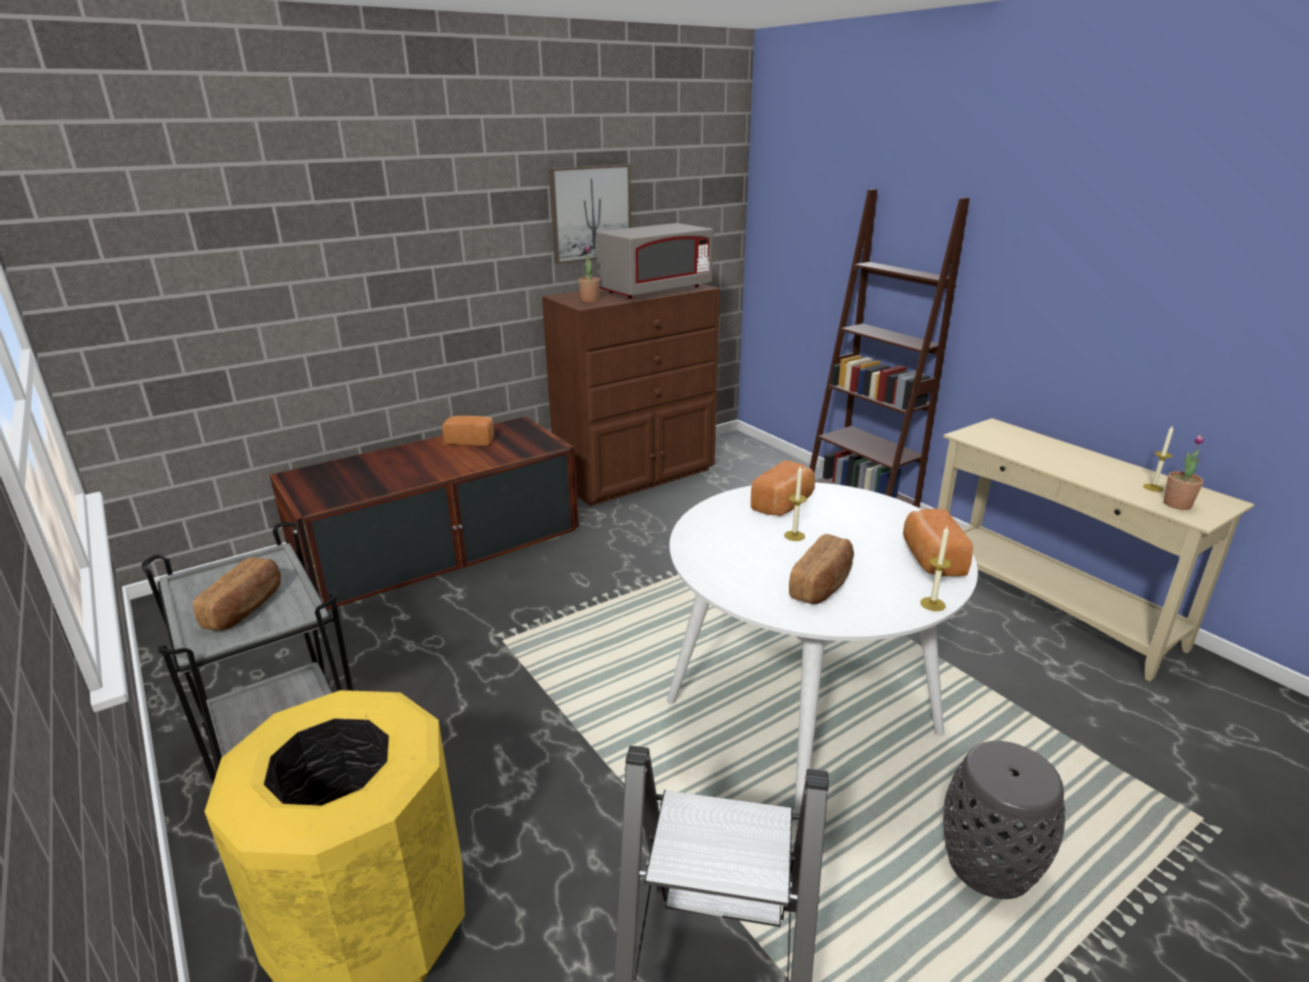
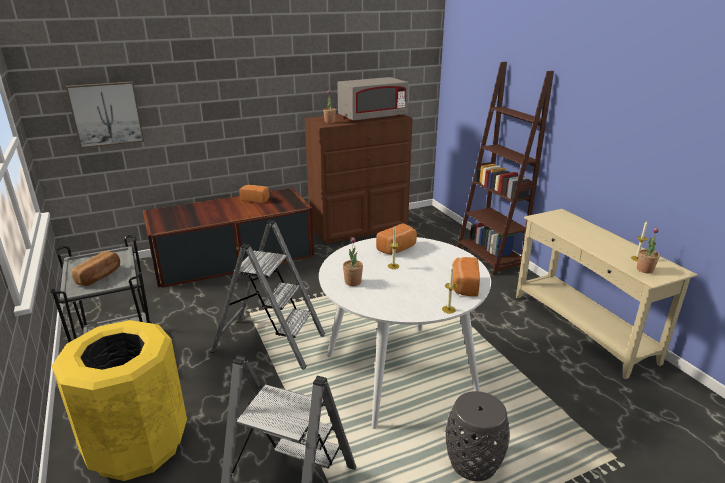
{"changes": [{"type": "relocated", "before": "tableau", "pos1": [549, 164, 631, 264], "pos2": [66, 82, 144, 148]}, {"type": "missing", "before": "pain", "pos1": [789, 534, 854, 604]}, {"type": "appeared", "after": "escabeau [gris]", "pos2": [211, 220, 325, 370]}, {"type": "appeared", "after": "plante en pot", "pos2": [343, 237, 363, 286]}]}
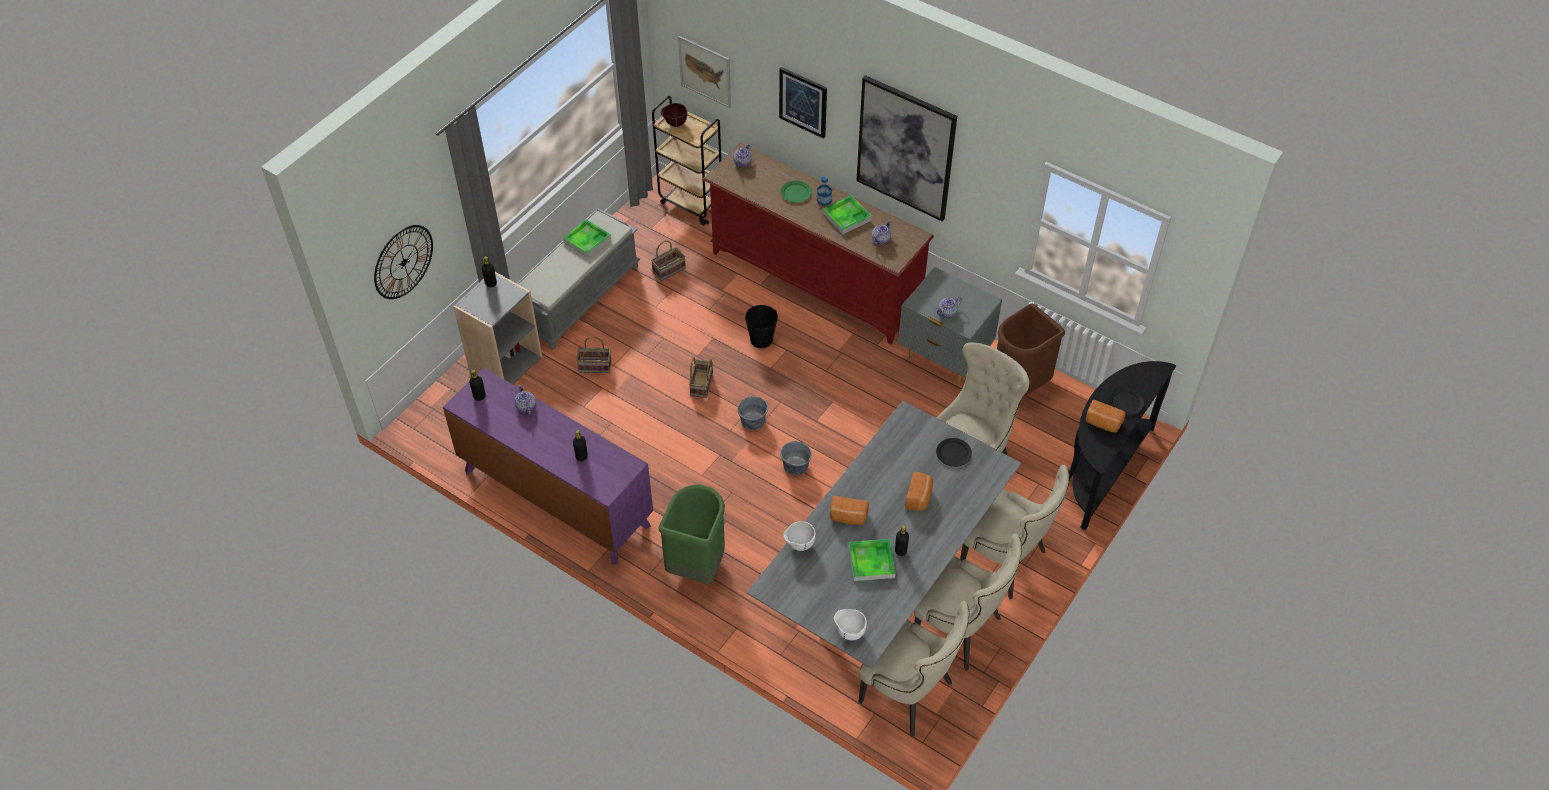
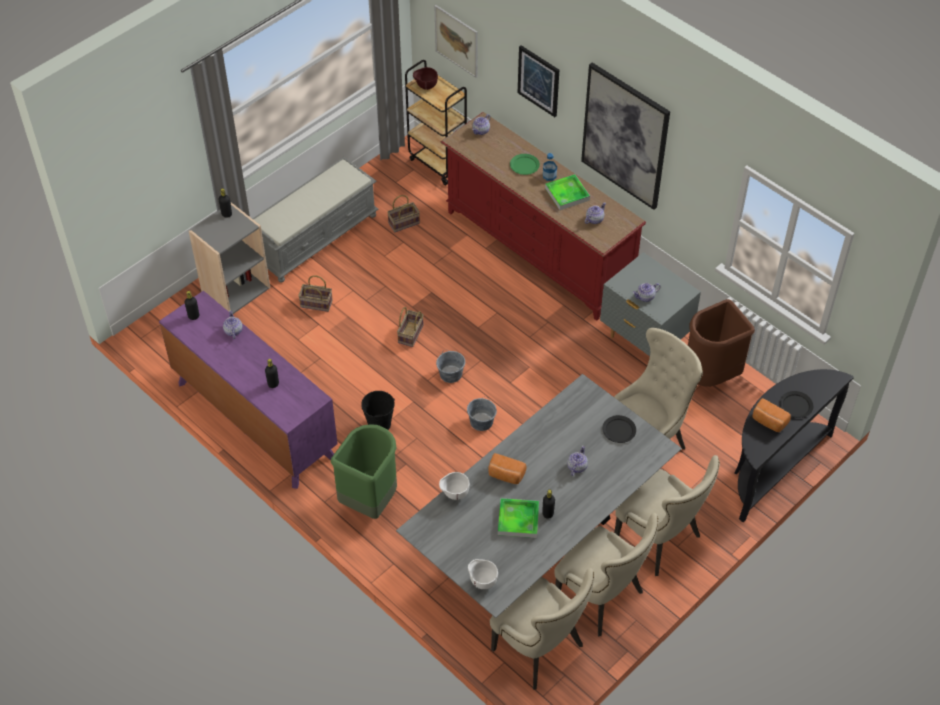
{"changes": [{"type": "missing", "before": "plateau", "pos1": [563, 219, 611, 258]}, {"type": "missing", "before": "horloge murale", "pos1": [374, 225, 433, 299]}, {"type": "relocated", "before": "seau [noir]", "pos1": [745, 305, 778, 348], "pos2": [361, 391, 395, 430]}, {"type": "exchanged", "before": "pain", "after": "théière", "pos1": [905, 471, 933, 511], "pos2": [567, 446, 588, 476]}]}
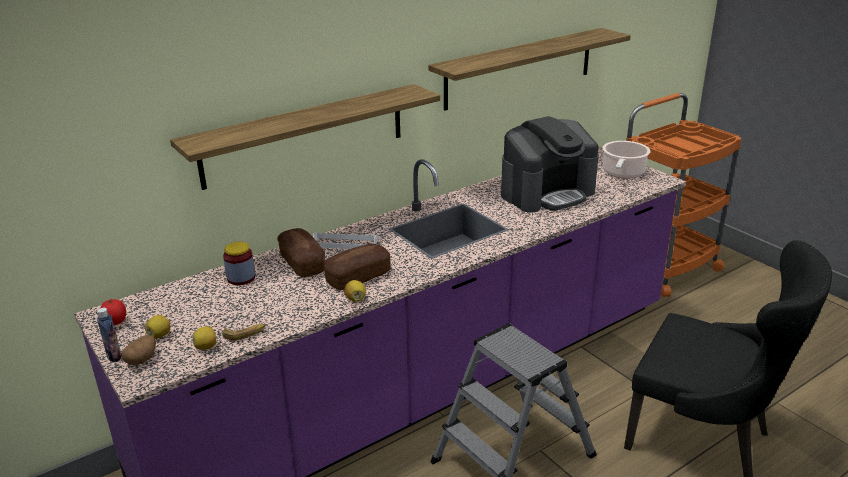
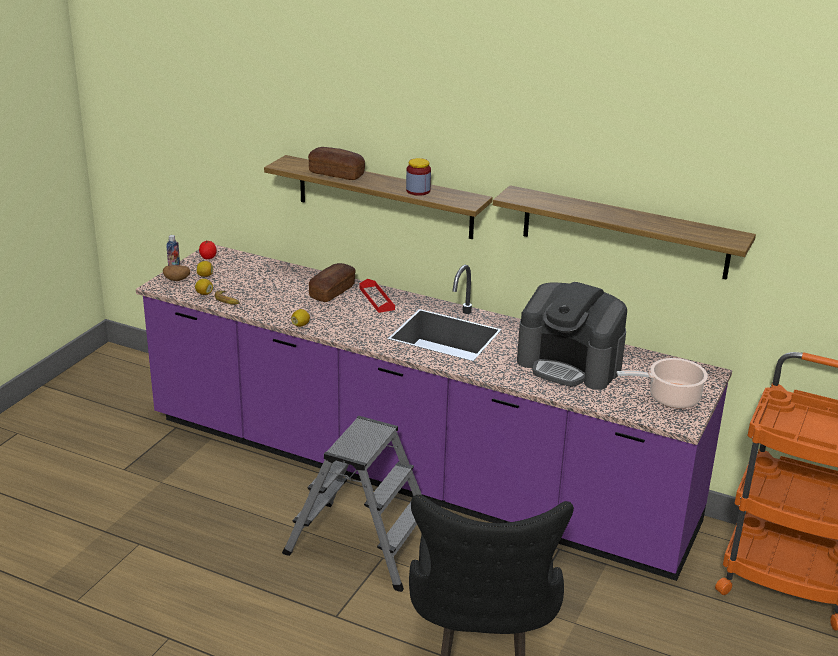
{"changes": [{"type": "colour", "before": "plateau [blanc]", "after": "plateau [rouge]", "pos1": [313, 232, 378, 249], "pos2": [359, 279, 395, 313]}, {"type": "relocated", "before": "bocal", "pos1": [223, 242, 255, 285], "pos2": [406, 158, 431, 196]}, {"type": "relocated", "before": "pain", "pos1": [324, 244, 391, 290], "pos2": [308, 147, 365, 180]}]}
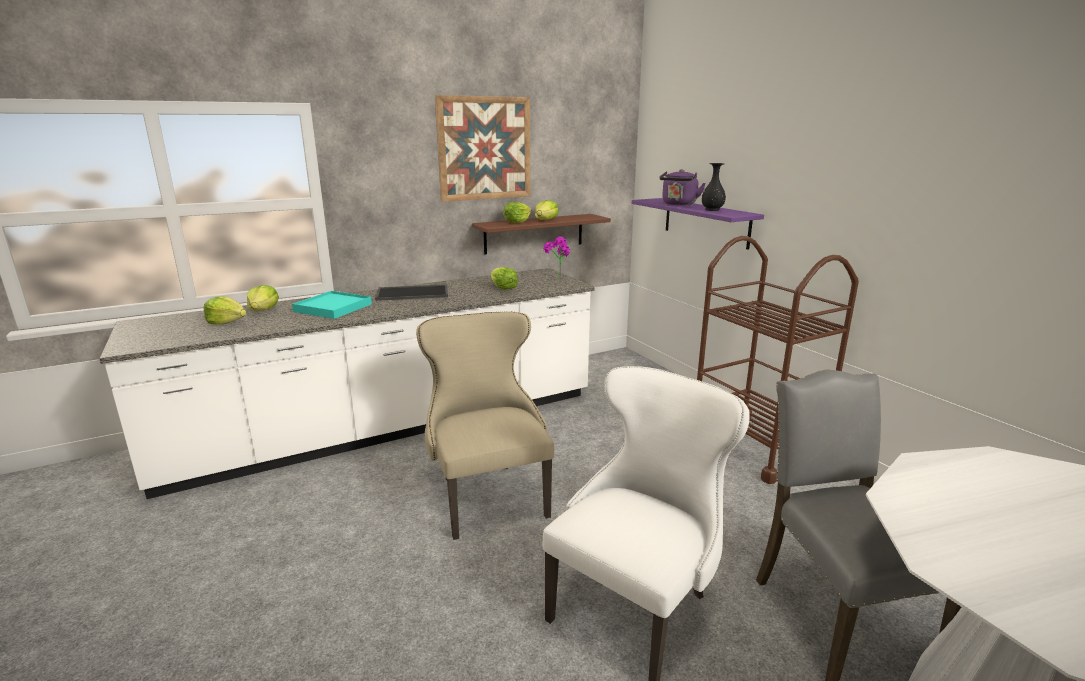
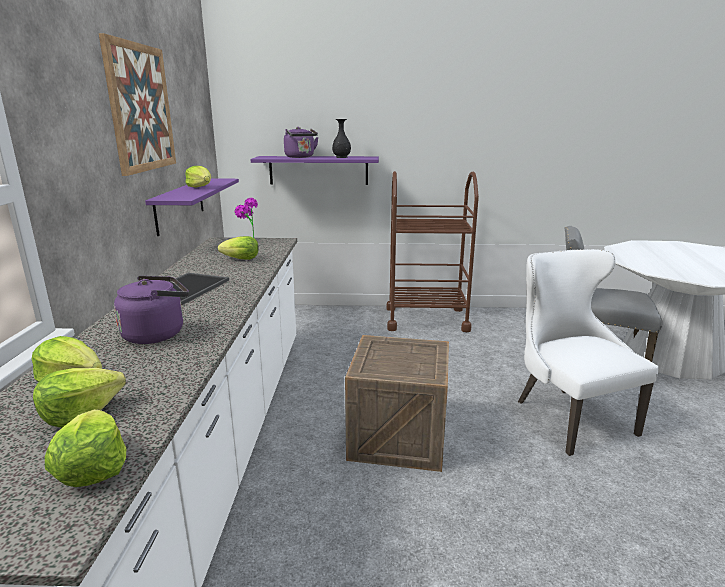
{"changes": [{"type": "relocated", "before": "laitue", "pos1": [503, 202, 531, 223], "pos2": [45, 409, 126, 487]}, {"type": "colour", "before": "étagère [marron]", "after": "étagère [violet]", "pos1": [472, 214, 611, 255], "pos2": [145, 179, 239, 236]}, {"type": "exchanged", "before": "plateau [turquoise]", "after": "bouilloire [violet]", "pos1": [292, 291, 372, 319], "pos2": [114, 276, 189, 344]}, {"type": "exchanged", "before": "chaise [beige]", "after": "caisse", "pos1": [416, 312, 554, 540], "pos2": [345, 335, 449, 472]}]}
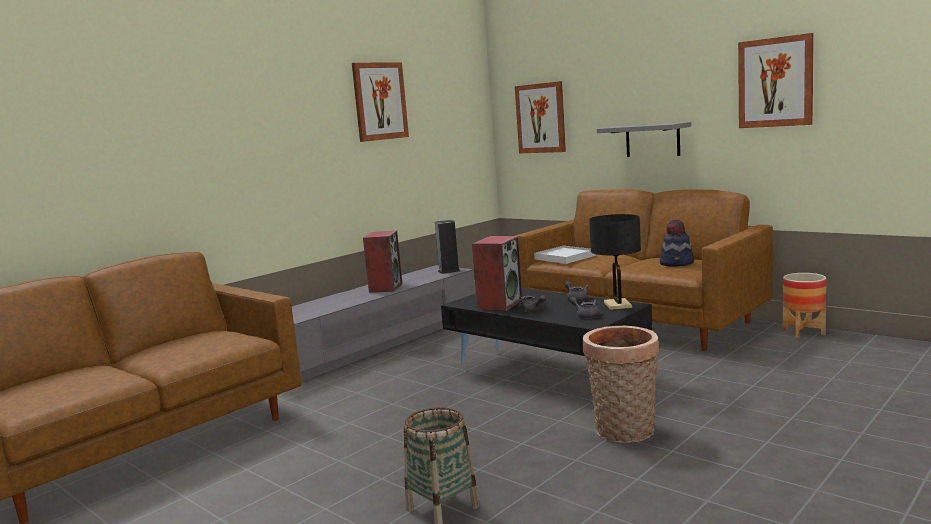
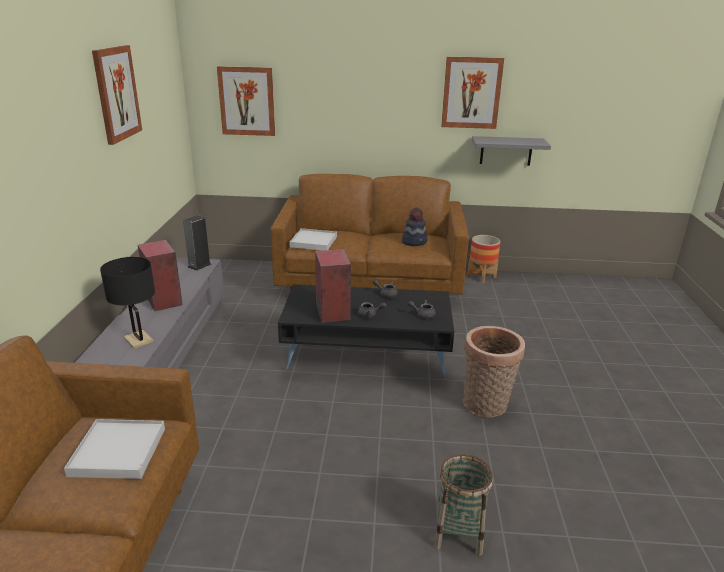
{"changes": [{"type": "relocated", "before": "étagère [gris]", "pos1": [597, 122, 691, 157], "pos2": [472, 136, 551, 166]}, {"type": "relocated", "before": "lampe de table [noir]", "pos1": [589, 214, 641, 310], "pos2": [100, 257, 155, 349]}, {"type": "appeared", "after": "plateau [blanc]", "pos2": [64, 419, 165, 479]}]}
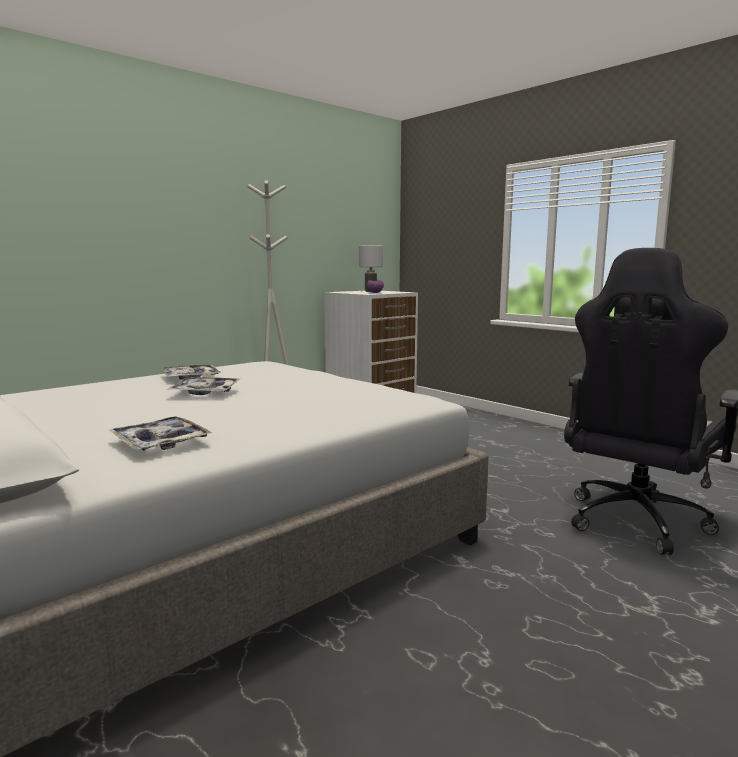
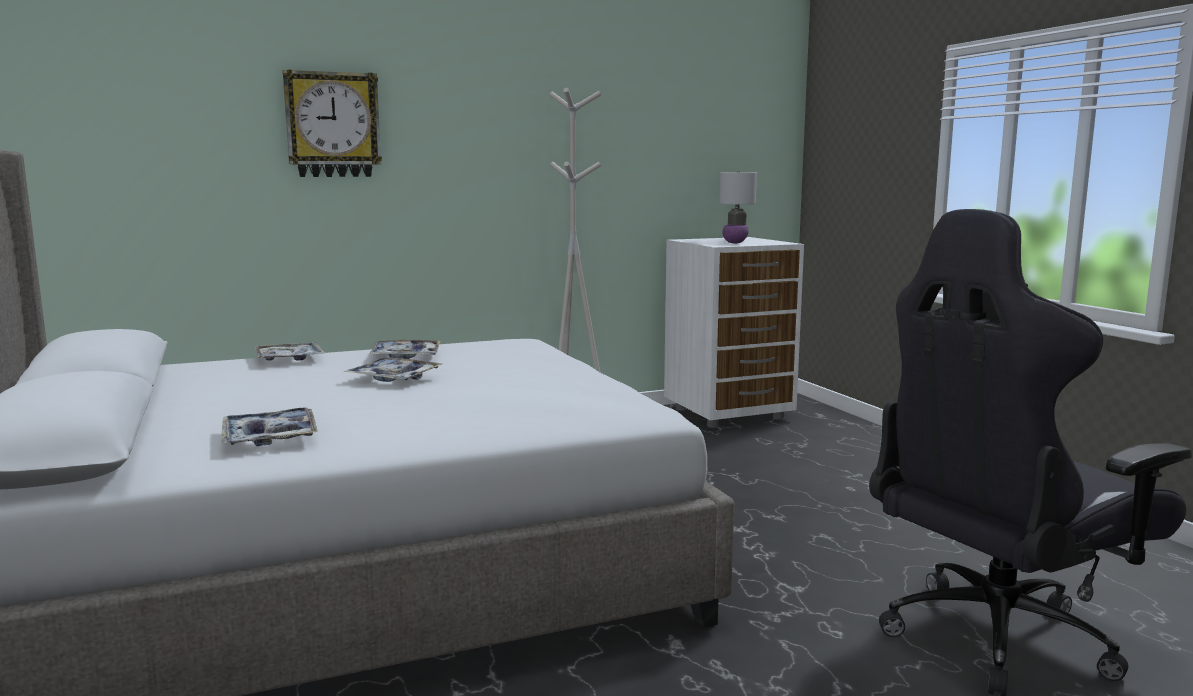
{"changes": [{"type": "appeared", "after": "horloge murale", "pos2": [283, 70, 382, 177]}, {"type": "appeared", "after": "plateau", "pos2": [254, 342, 325, 361]}]}
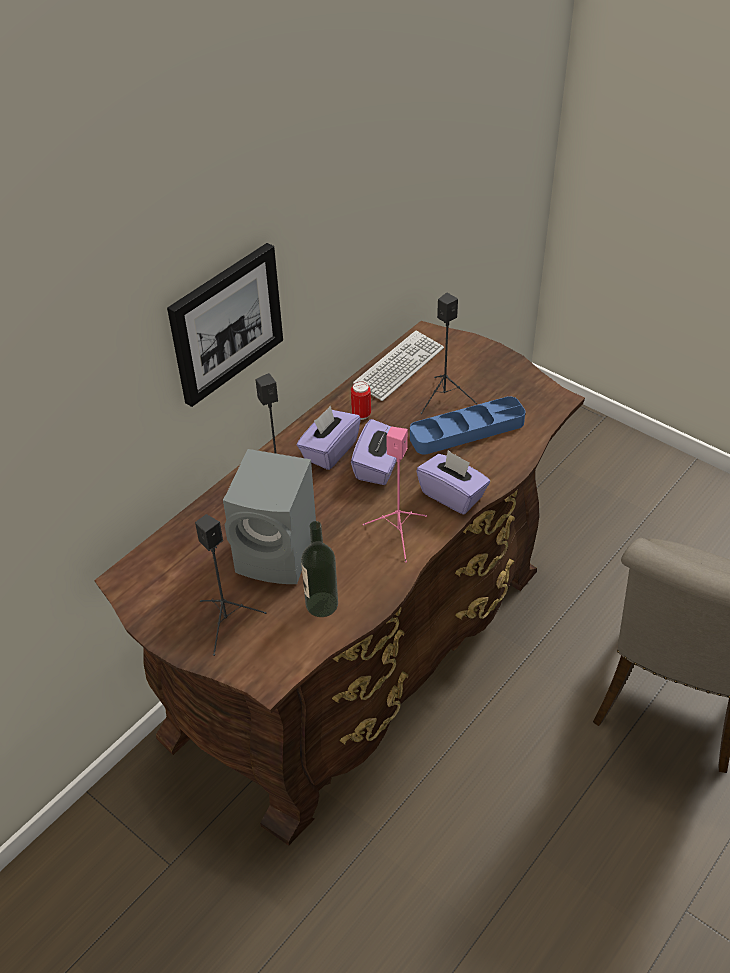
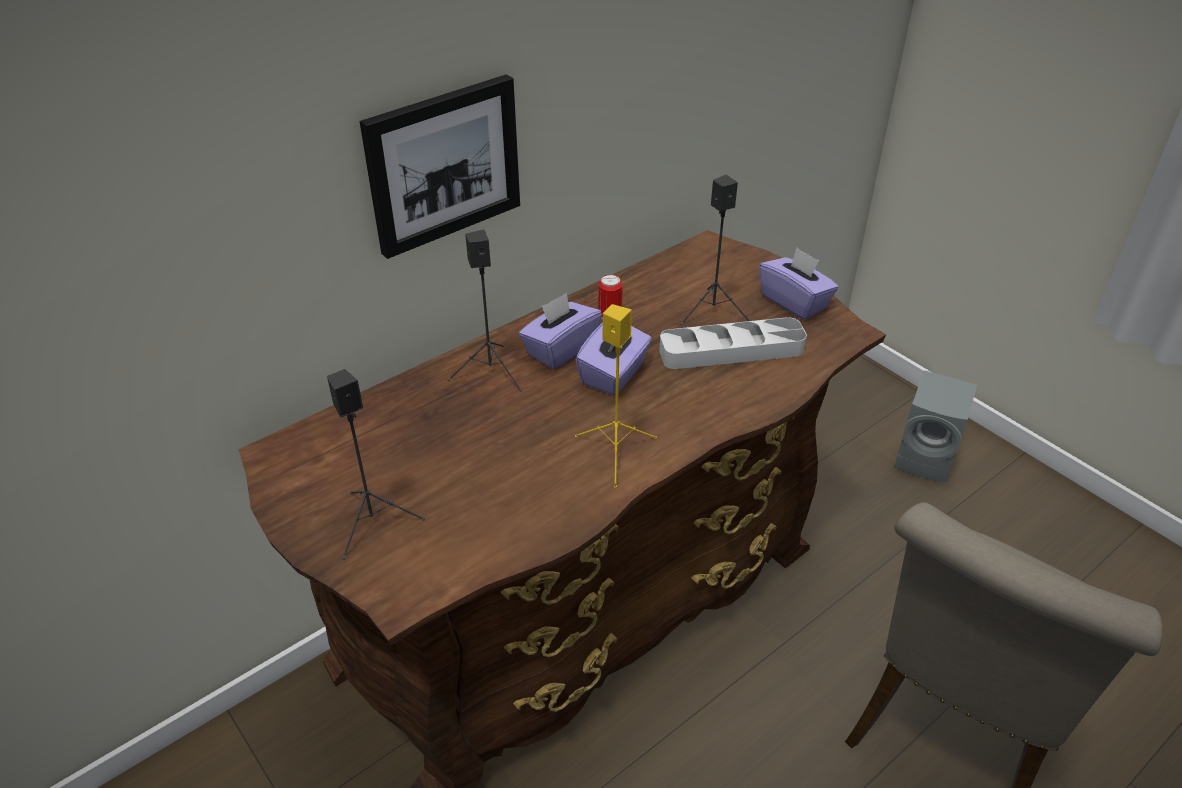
{"changes": [{"type": "missing", "before": "clavier", "pos1": [353, 331, 444, 401]}, {"type": "colour", "before": "plateau [bleu]", "after": "plateau [gris]", "pos1": [410, 396, 525, 455], "pos2": [659, 317, 807, 369]}, {"type": "colour", "before": "enceinte [rose]", "after": "enceinte [jaune]", "pos1": [363, 427, 427, 563], "pos2": [575, 304, 657, 488]}, {"type": "relocated", "before": "enceinte [gris]", "pos1": [223, 449, 316, 584], "pos2": [894, 370, 977, 482]}, {"type": "relocated", "before": "boîte à mouchoirs [violet]", "pos1": [416, 450, 490, 515], "pos2": [759, 248, 839, 320]}, {"type": "missing", "before": "bouteille", "pos1": [301, 521, 338, 617]}]}
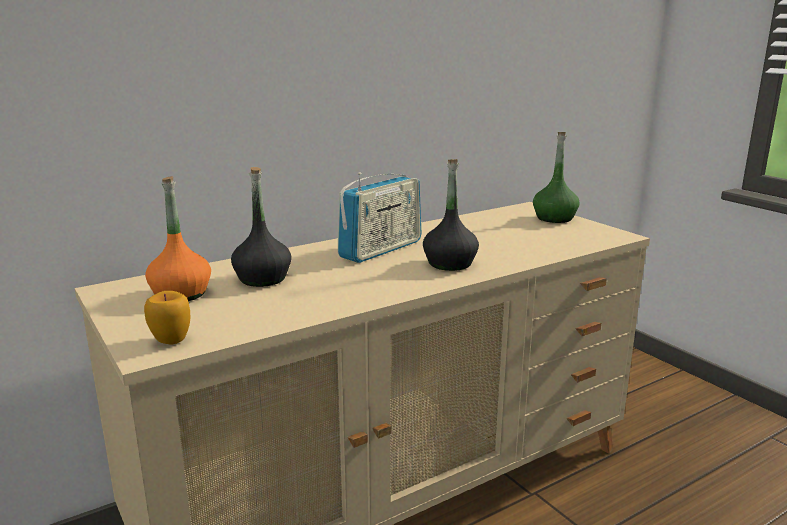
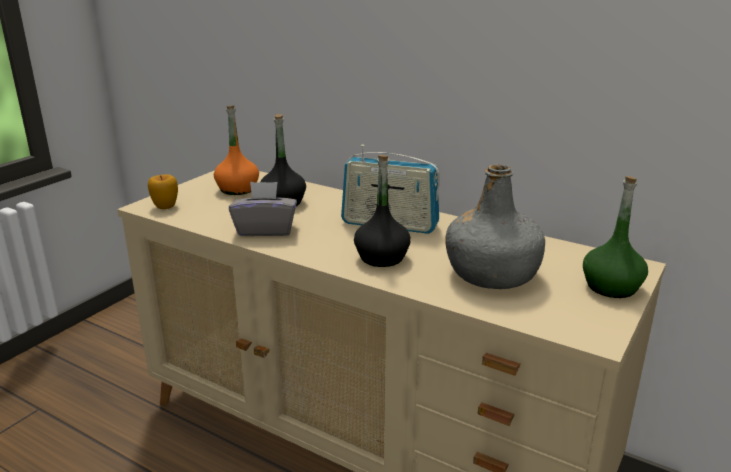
{"changes": [{"type": "appeared", "after": "bouteille [gris]", "pos2": [445, 164, 545, 289]}, {"type": "appeared", "after": "boîte à mouchoirs [gris]", "pos2": [229, 182, 297, 236]}]}
